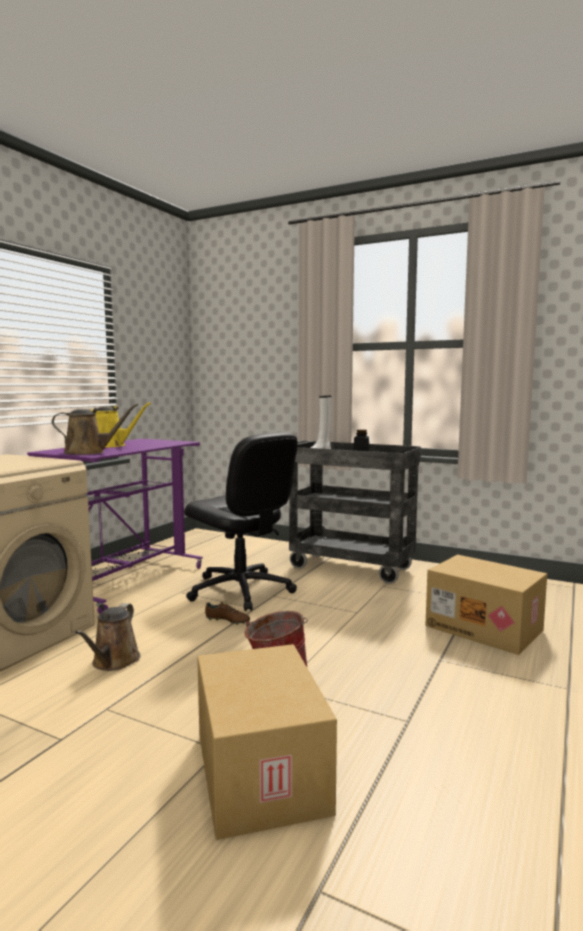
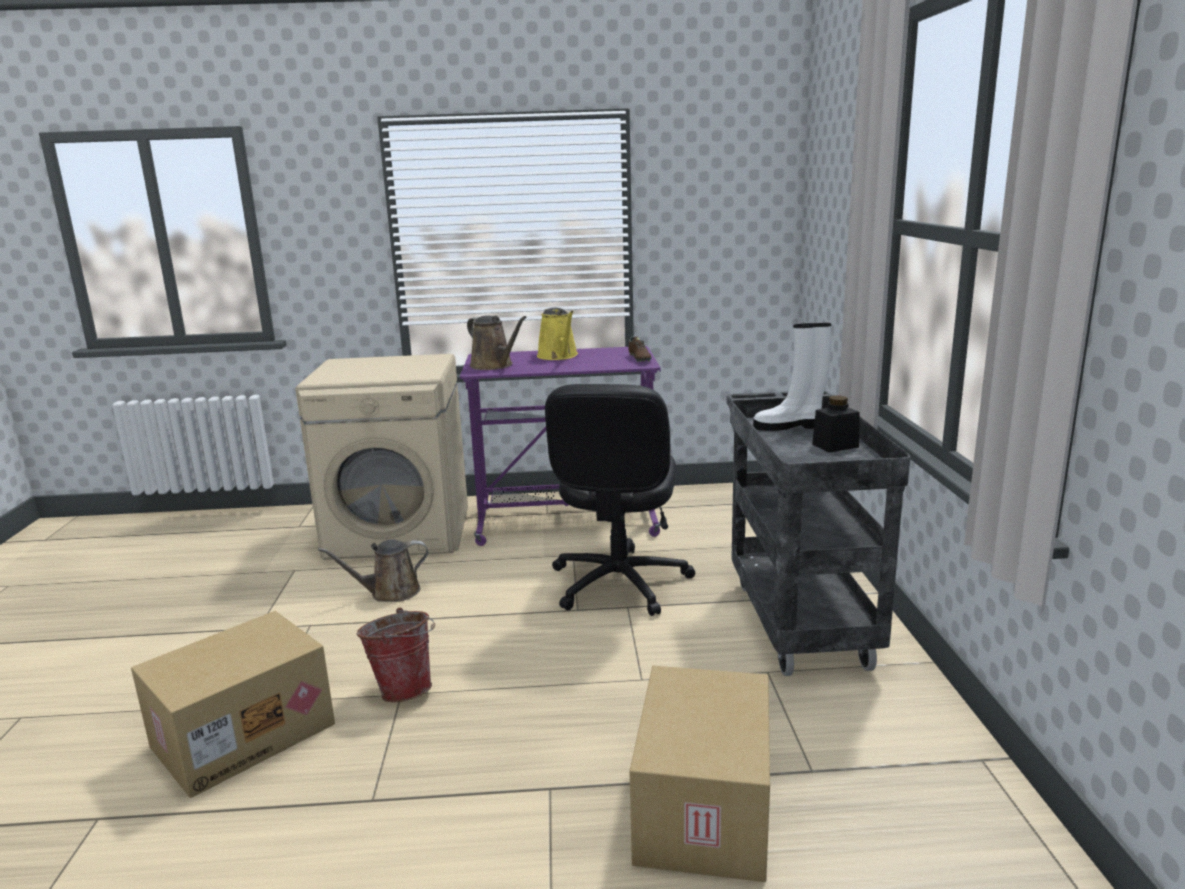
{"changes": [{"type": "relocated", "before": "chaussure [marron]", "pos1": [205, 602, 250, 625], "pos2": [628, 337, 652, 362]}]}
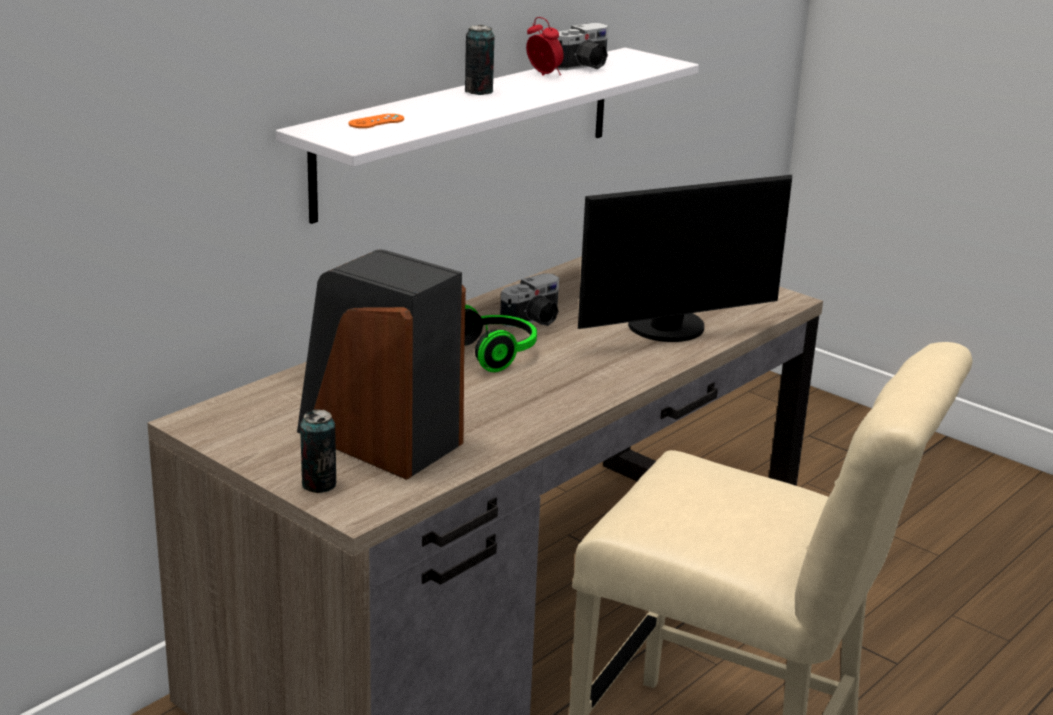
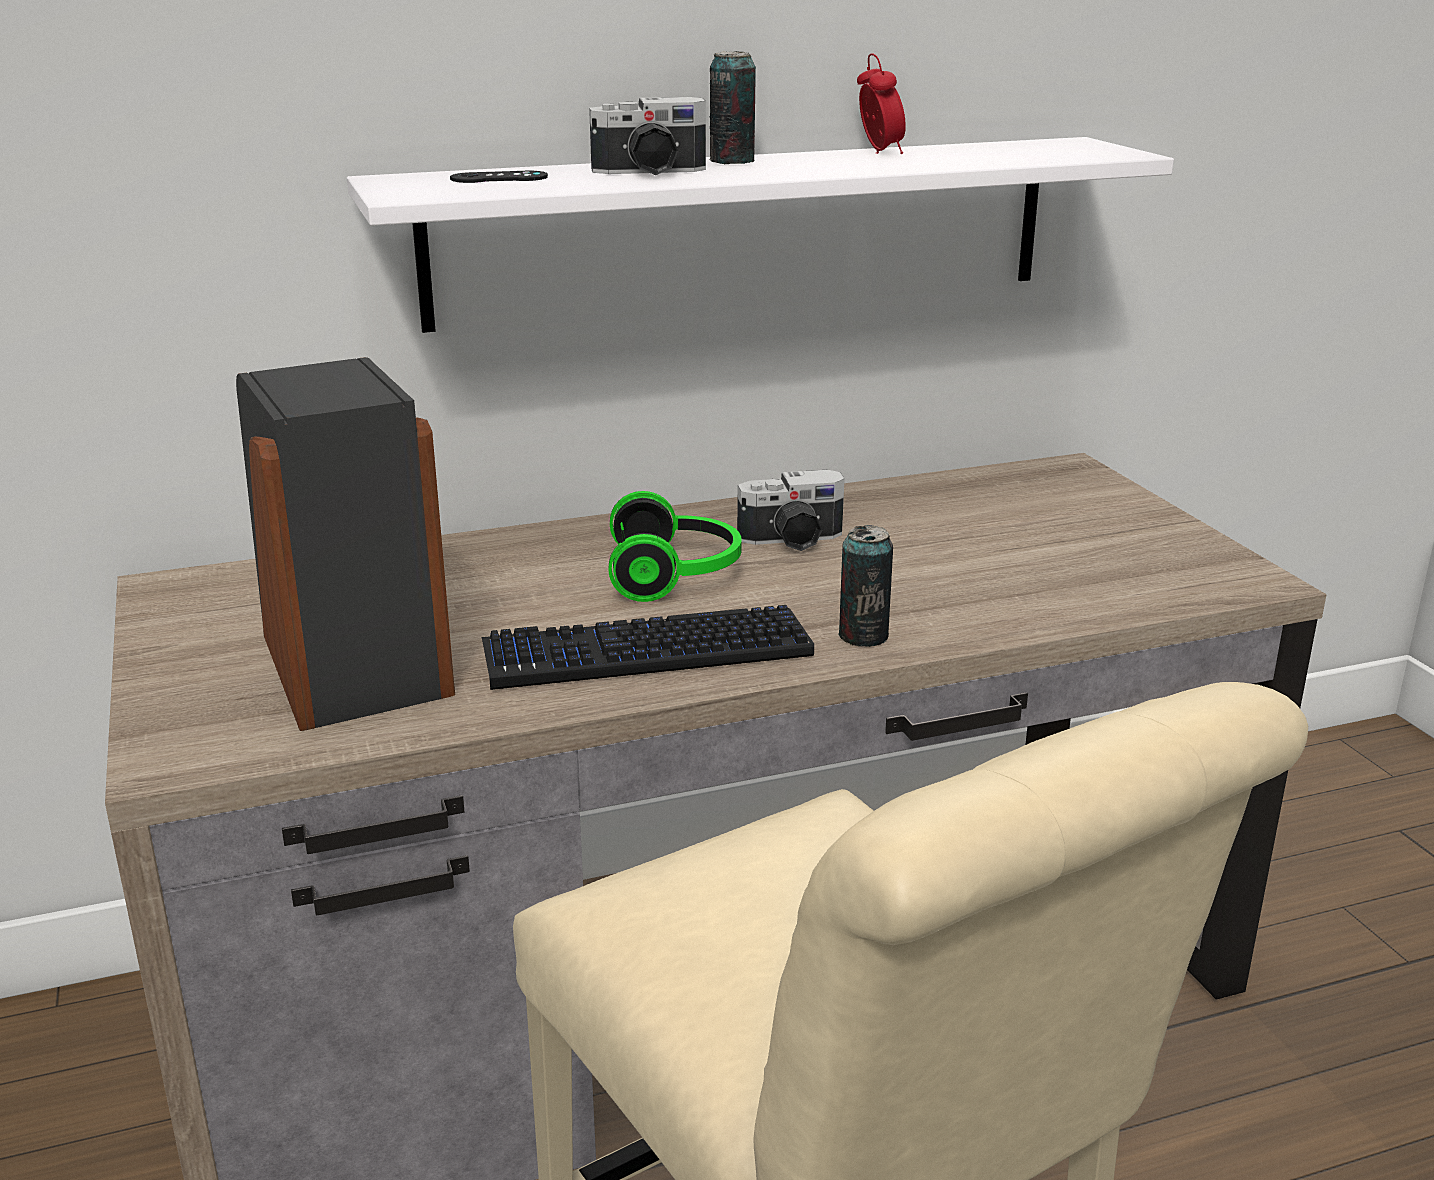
{"changes": [{"type": "relocated", "before": "appareil photo", "pos1": [555, 23, 608, 70], "pos2": [589, 97, 706, 175]}, {"type": "colour", "before": "manette [orange]", "after": "manette [noir]", "pos1": [348, 114, 404, 128], "pos2": [450, 171, 548, 183]}, {"type": "missing", "before": "écran d'ordinateur", "pos1": [578, 175, 792, 342]}, {"type": "relocated", "before": "boîte métallique", "pos1": [300, 409, 336, 493], "pos2": [838, 525, 893, 647]}, {"type": "appeared", "after": "clavier", "pos2": [481, 605, 814, 690]}]}
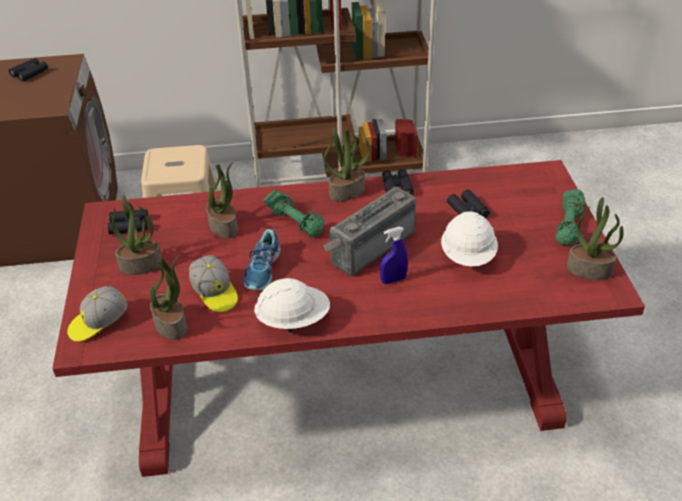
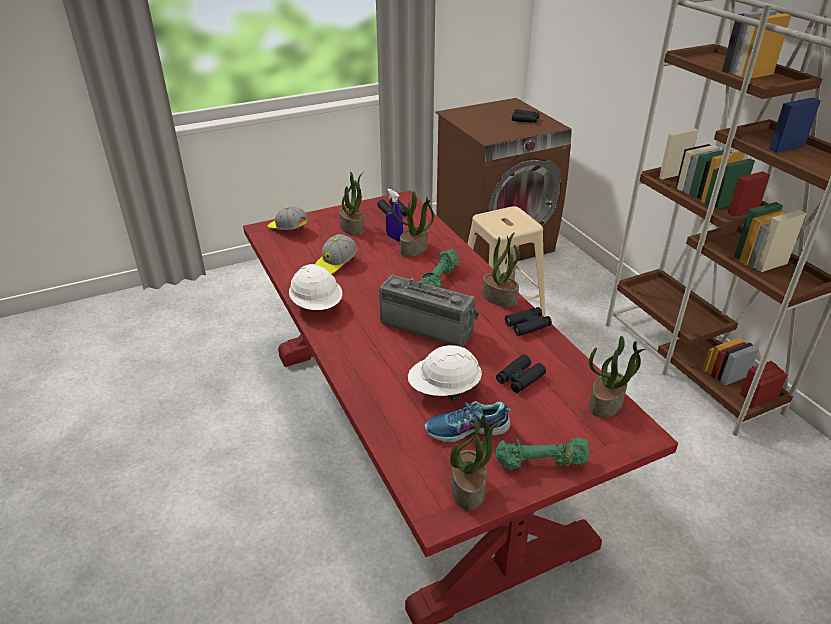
{"changes": [{"type": "relocated", "before": "vaporisateur [bleu]", "pos1": [380, 227, 408, 284], "pos2": [386, 189, 403, 242]}, {"type": "relocated", "before": "chaussure", "pos1": [243, 229, 281, 291], "pos2": [425, 401, 511, 442]}, {"type": "relocated", "before": "plante en pot", "pos1": [150, 256, 187, 340], "pos2": [589, 336, 646, 418]}]}
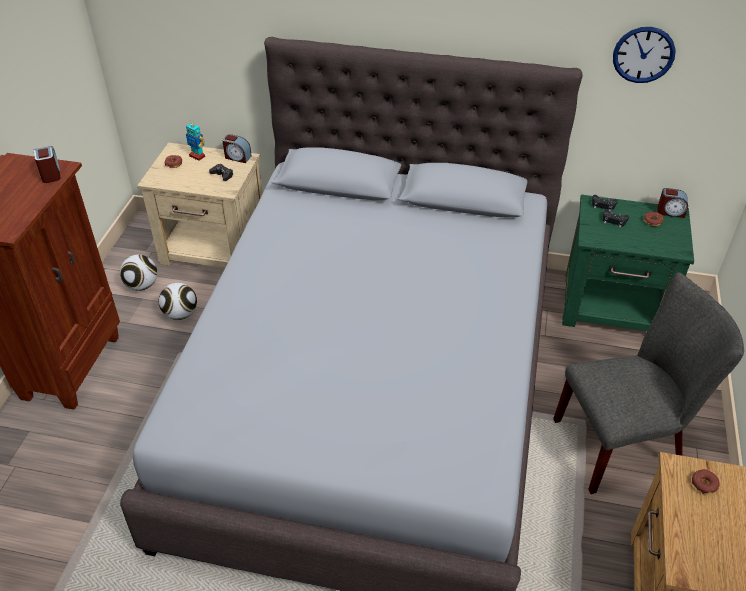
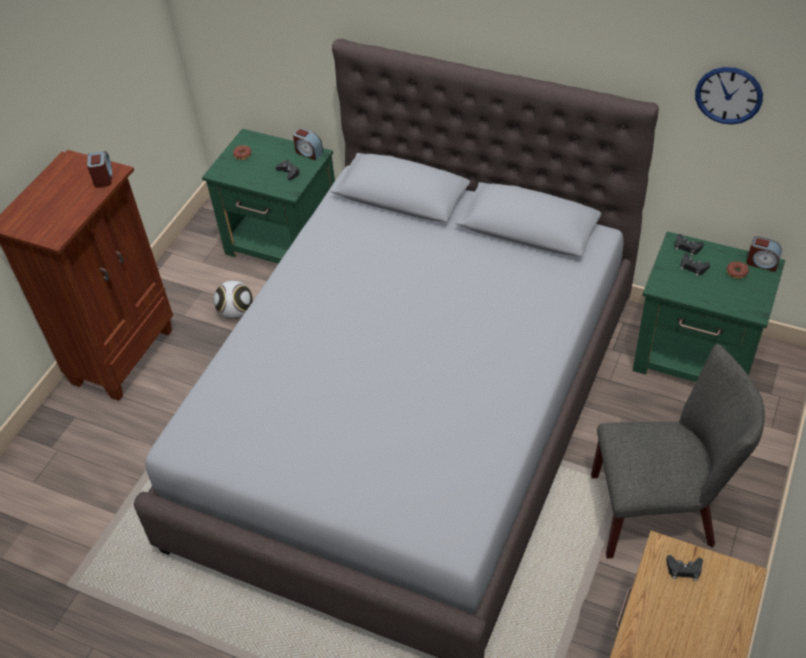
{"changes": [{"type": "missing", "before": "robot jouet", "pos1": [186, 120, 205, 161]}, {"type": "colour", "before": "table de chevet [beige]", "after": "table de chevet [vert]", "pos1": [137, 143, 263, 268], "pos2": [202, 129, 335, 264]}, {"type": "missing", "before": "ballon de foot", "pos1": [120, 255, 157, 291]}, {"type": "exchanged", "before": "beignet", "after": "manette [noir]", "pos1": [692, 469, 720, 494], "pos2": [666, 555, 703, 581]}]}
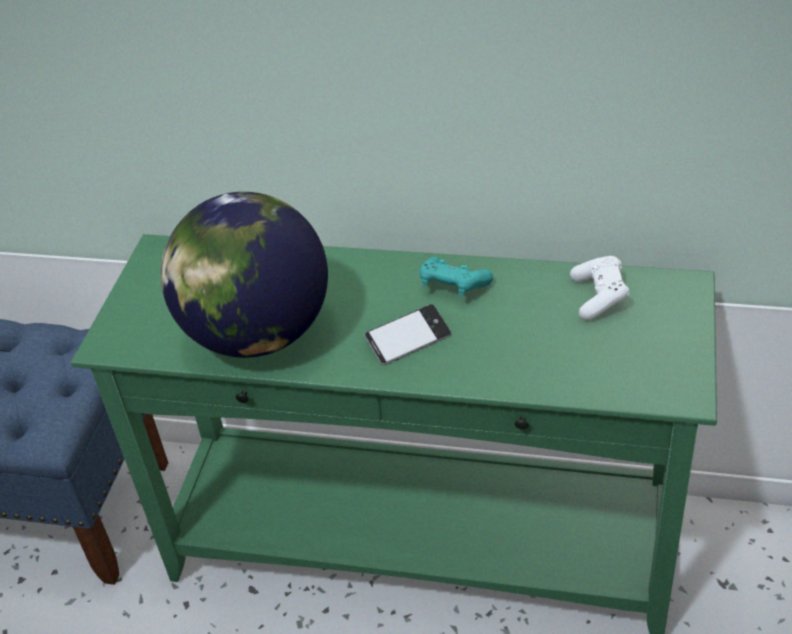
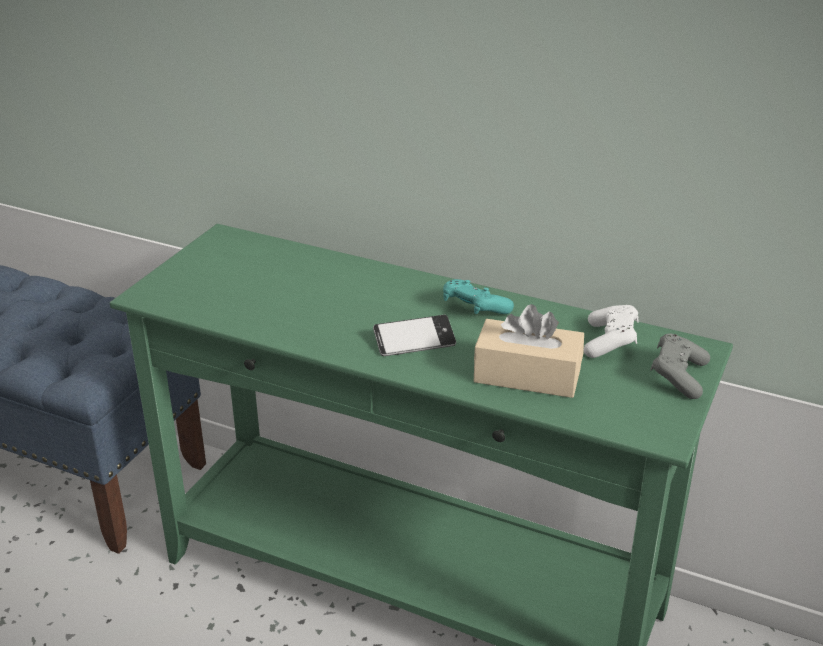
{"changes": [{"type": "missing", "before": "globe", "pos1": [161, 192, 328, 358]}, {"type": "appeared", "after": "boîte à mouchoirs [beige]", "pos2": [474, 304, 584, 398]}, {"type": "appeared", "after": "manette [gris]", "pos2": [650, 333, 710, 399]}]}
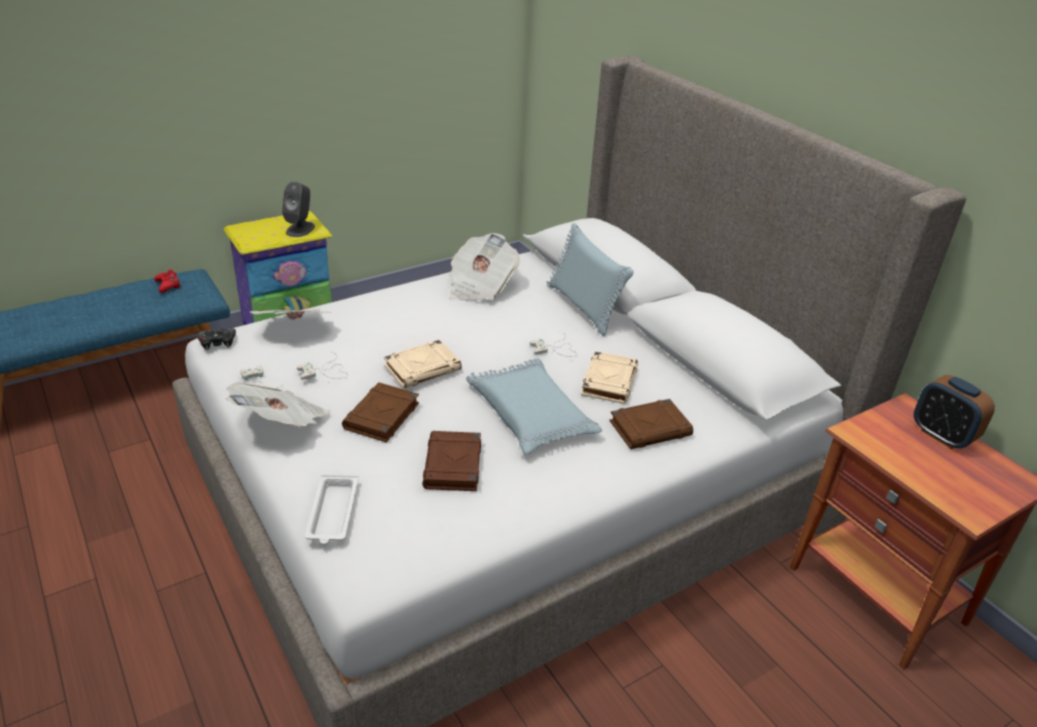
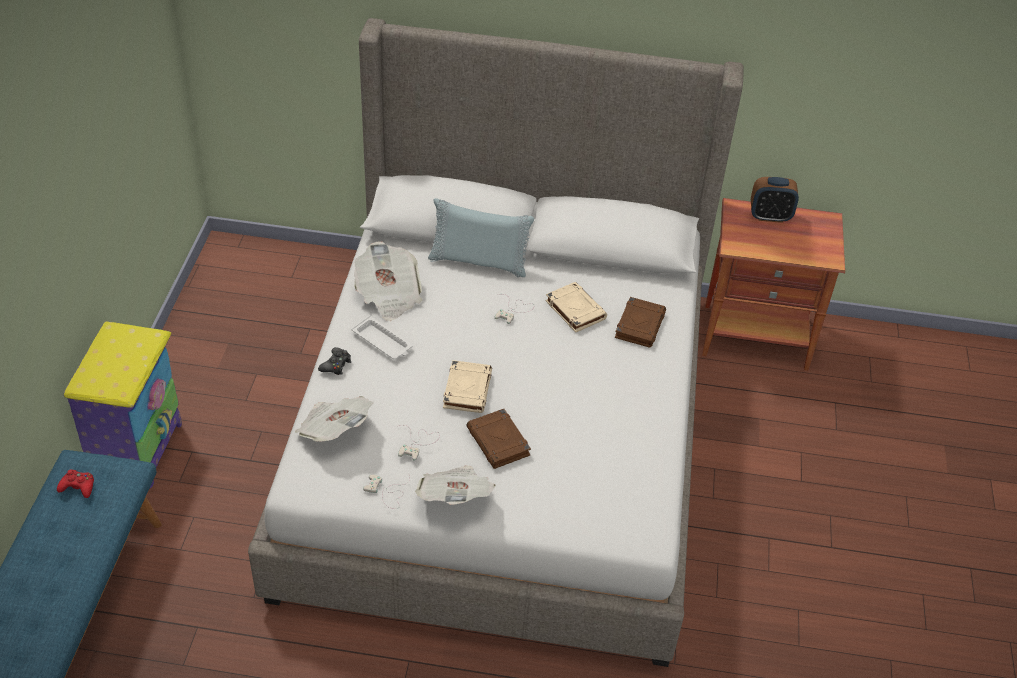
{"changes": [{"type": "missing", "before": "enceinte [gris]", "pos1": [282, 181, 315, 237]}, {"type": "relocated", "before": "manette [noir]", "pos1": [198, 328, 236, 350], "pos2": [318, 347, 351, 375]}, {"type": "missing", "before": "coussin [bleu]", "pos1": [466, 358, 602, 455]}, {"type": "missing", "before": "livre [marron]", "pos1": [423, 431, 481, 491]}, {"type": "relocated", "before": "plateau [blanc]", "pos1": [305, 474, 359, 544], "pos2": [351, 315, 413, 359]}]}
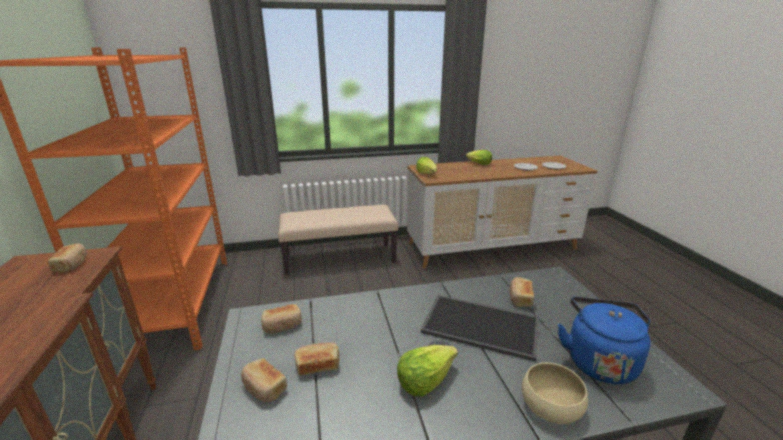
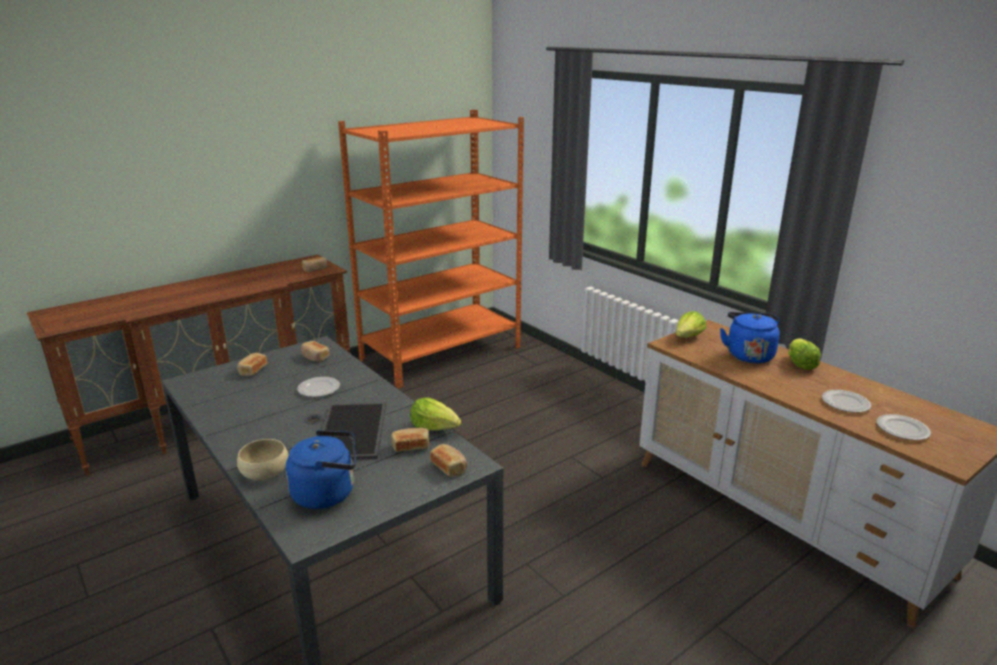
{"changes": [{"type": "missing", "before": "banc [beige]", "pos1": [278, 205, 398, 275]}, {"type": "relocated", "before": "pain", "pos1": [294, 342, 340, 375], "pos2": [430, 444, 467, 477]}, {"type": "relocated", "before": "laitue", "pos1": [397, 345, 458, 396], "pos2": [411, 397, 461, 431]}, {"type": "appeared", "after": "bouilloire [bleu]", "pos2": [720, 312, 780, 363]}, {"type": "appeared", "after": "assiette", "pos2": [297, 377, 340, 397]}]}
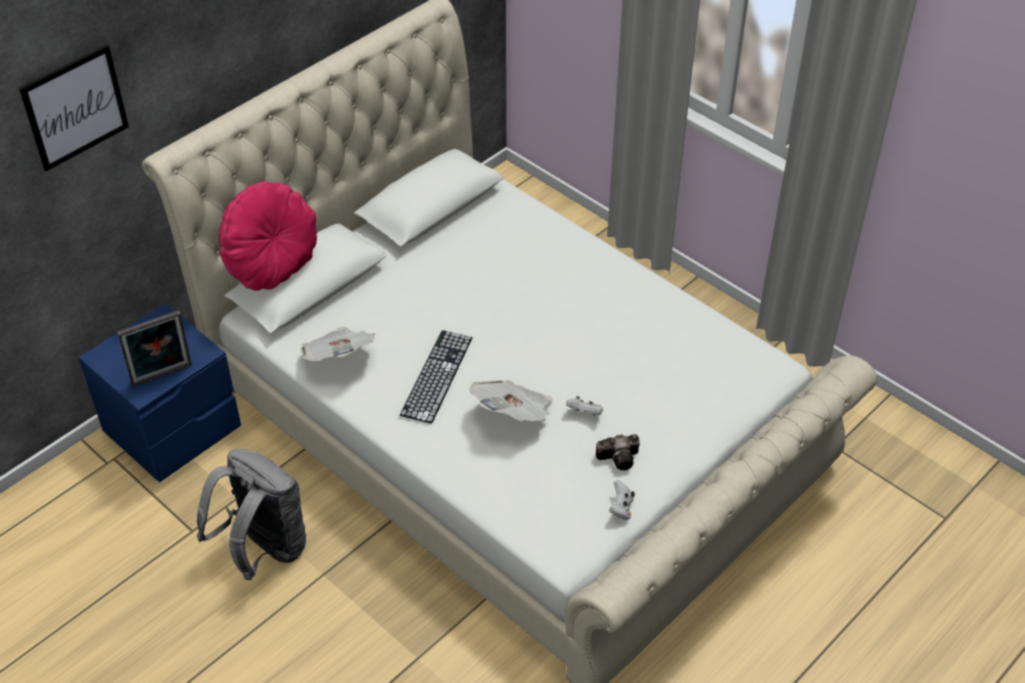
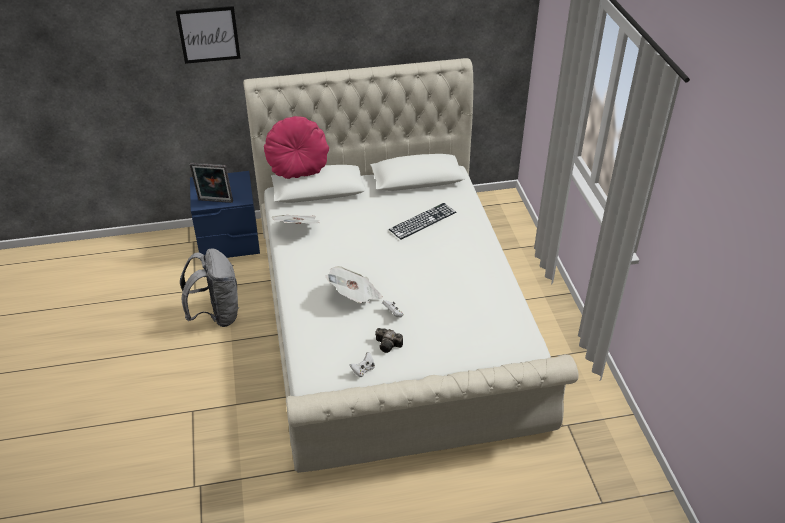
{"changes": [{"type": "relocated", "before": "clavier", "pos1": [400, 330, 473, 424], "pos2": [389, 203, 456, 240]}]}
